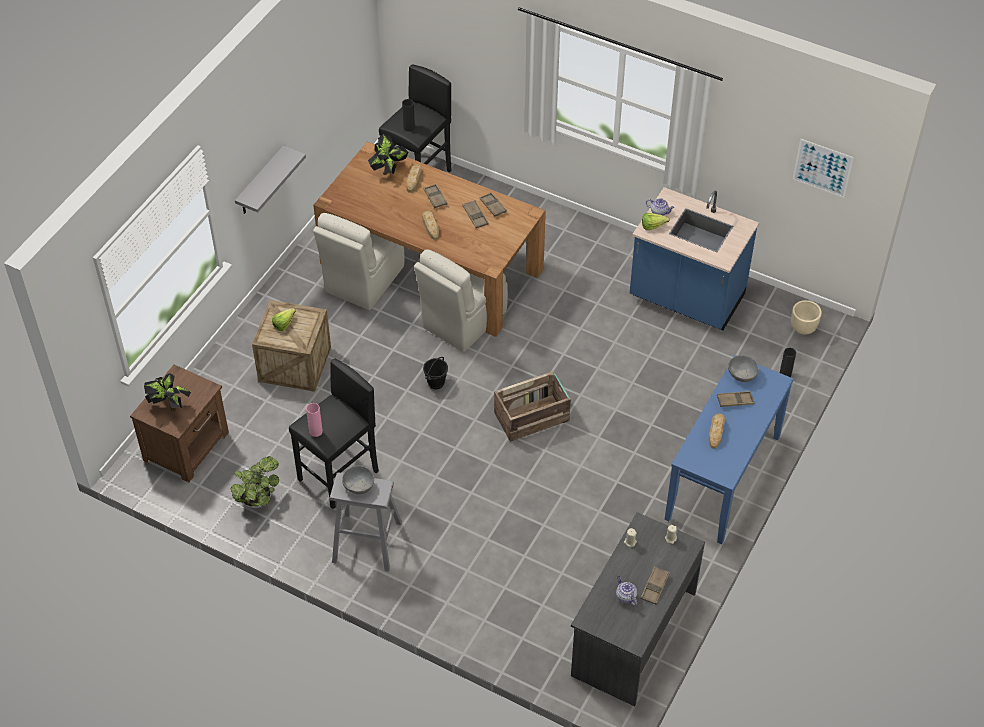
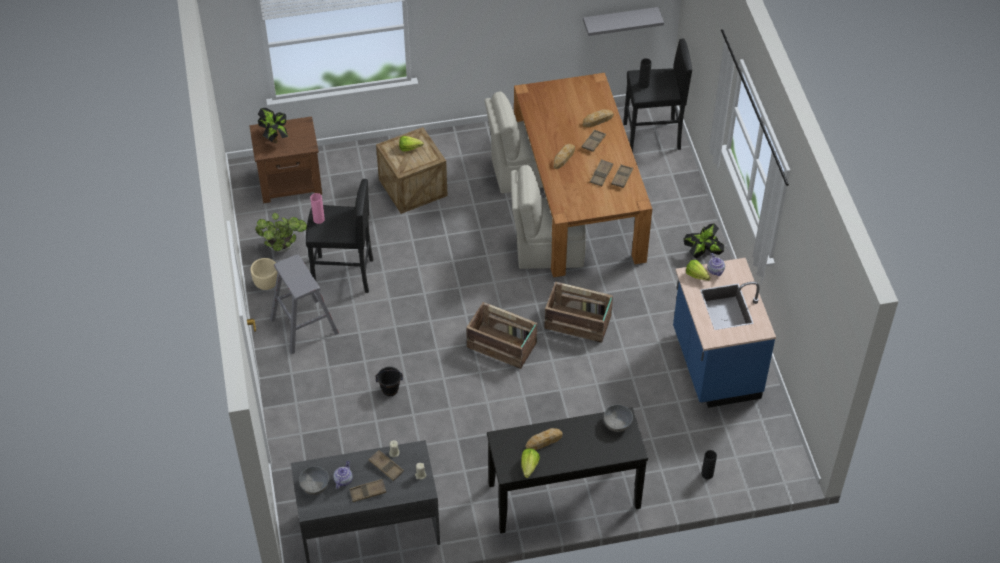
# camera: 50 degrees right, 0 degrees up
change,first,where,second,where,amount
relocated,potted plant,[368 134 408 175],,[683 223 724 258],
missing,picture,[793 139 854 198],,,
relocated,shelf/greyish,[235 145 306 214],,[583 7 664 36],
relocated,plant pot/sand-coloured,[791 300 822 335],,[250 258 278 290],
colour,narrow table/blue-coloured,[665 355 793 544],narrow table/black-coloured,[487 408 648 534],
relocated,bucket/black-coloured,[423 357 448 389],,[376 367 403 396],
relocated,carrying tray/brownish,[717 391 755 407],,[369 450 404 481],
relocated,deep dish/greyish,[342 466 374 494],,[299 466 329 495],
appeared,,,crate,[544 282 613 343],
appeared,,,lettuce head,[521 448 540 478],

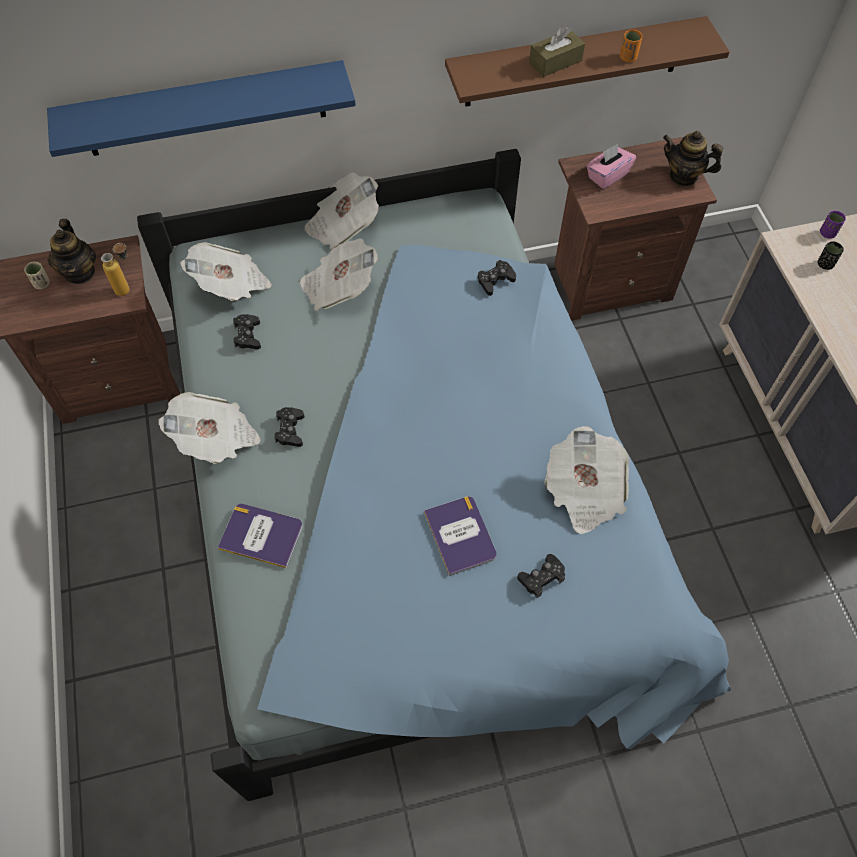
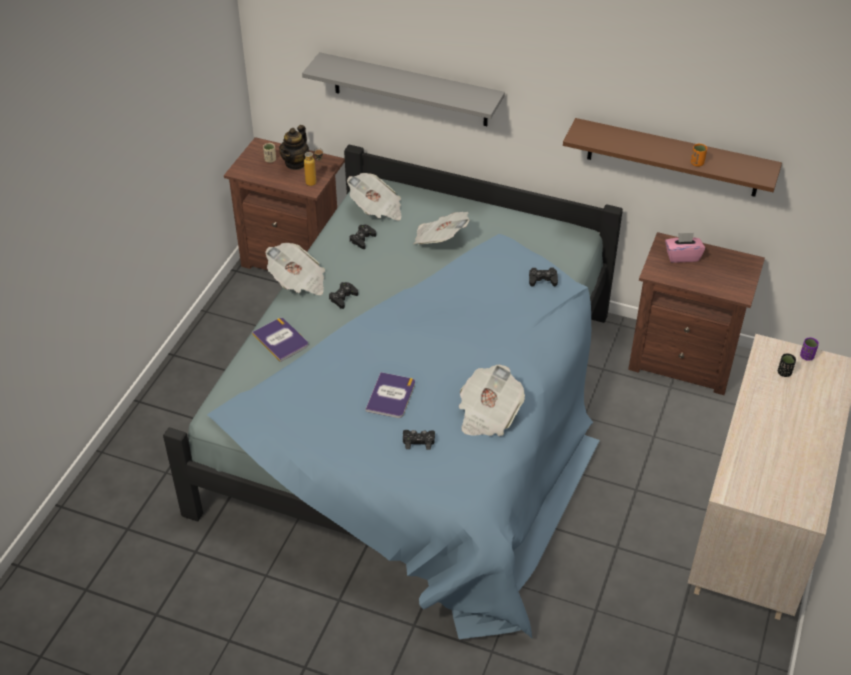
# camera: 35 degrees right, 15 degrees down
change,first,where,second,where,amount
missing,box of tissues/brownish,[529 26 585 77],,,
colour,shelf/blue-coloured,[47 60 356 157],shelf/greyish,[302 52 505 126],
missing,tea pot,[663 131 723 186],,,
missing,newspaper,[305 173 379 249],,,

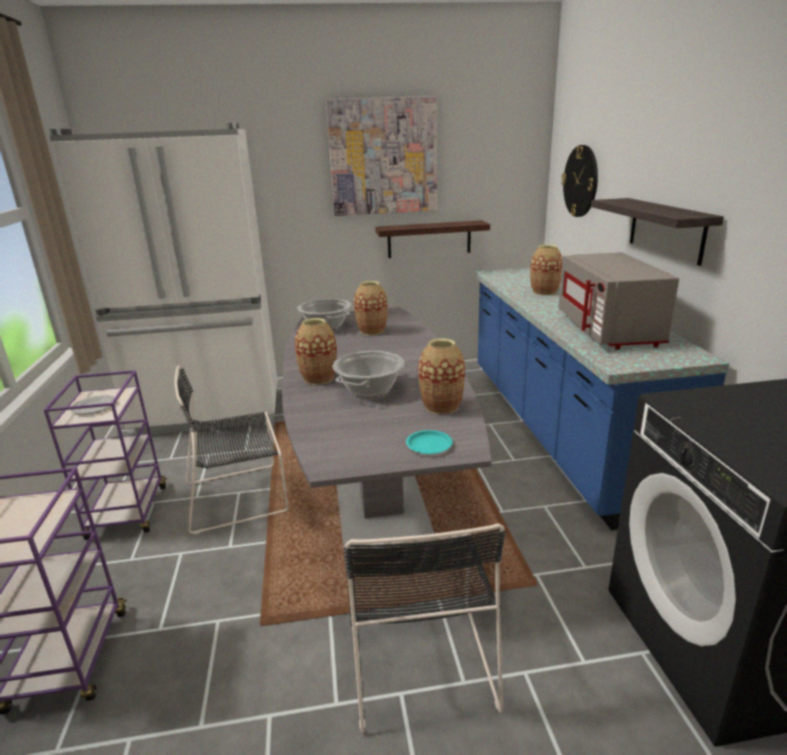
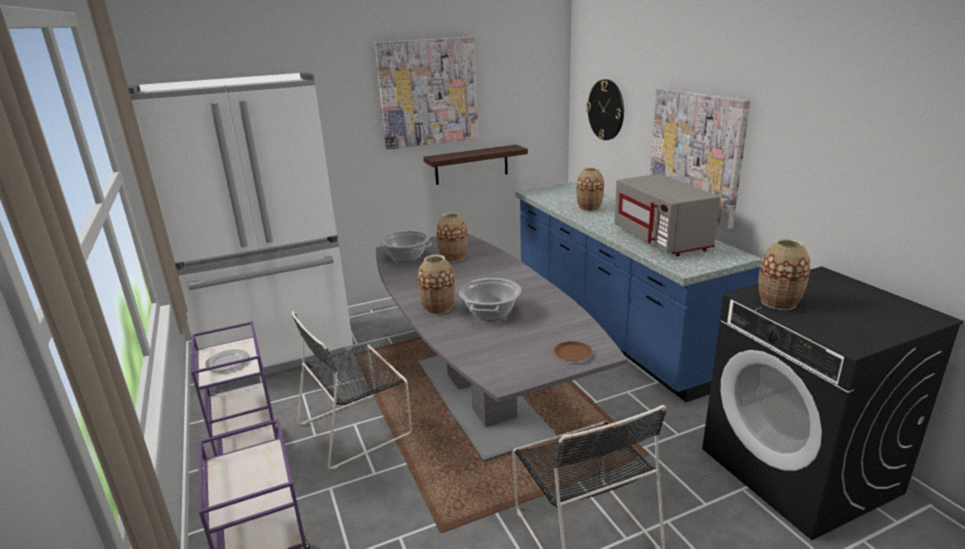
# camera: 15 degrees left, 0 degrees up
change,first,where,second,where,amount
exchanged,shelf,[591 198 724 266],picture,[650 88 751 229],
relocated,vase,[418 338 465 414],,[759 238 811 310],
colour,dinner plate/turquoise-coloured,[406 430 453 454],dinner plate/brownish,[554 341 592 361],

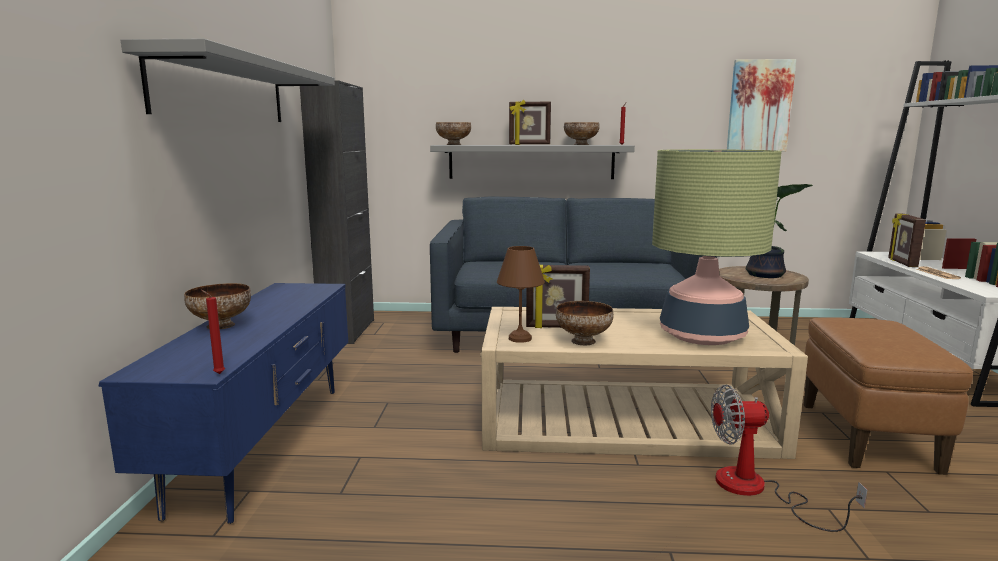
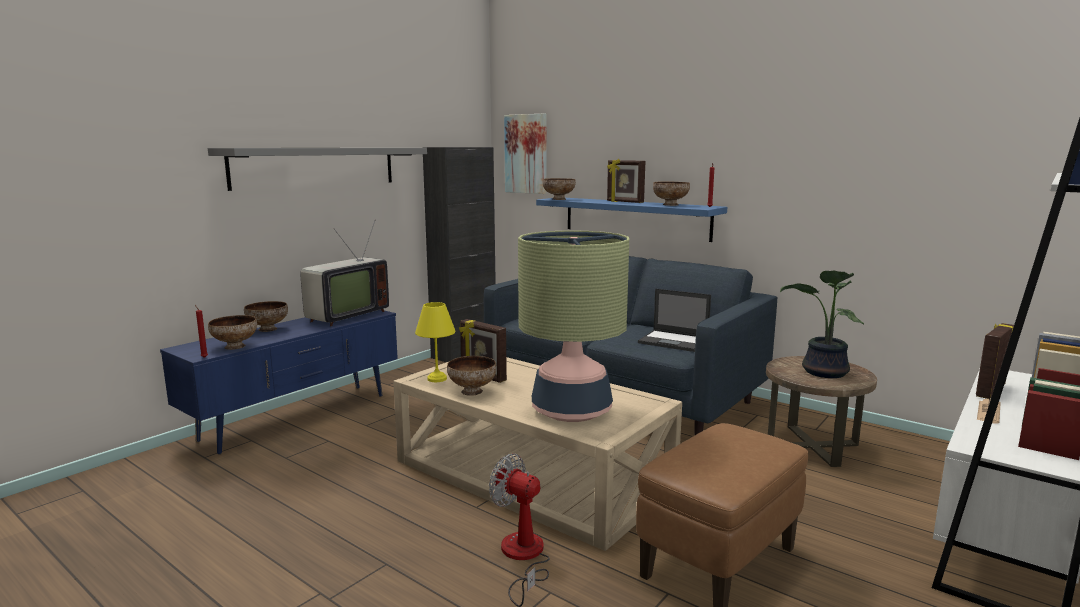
# camera: 35 degrees right, 0 degrees up
change,first,where,second,where,amount
relocated,picture,[727 59 796 152],,[504 114 547 194],
colour,shelf/greyish,[430 145 635 179],shelf/blue-coloured,[536 198 727 242],
colour,tabletop lamp/brownish,[497 246 545 343],tabletop lamp/yellowish,[415 302 456 382],
appeared,,,television,[300 221 389 327],
appeared,,,laptop,[638 289 711 352],
appeared,,,deep dish,[208 315 257 350],

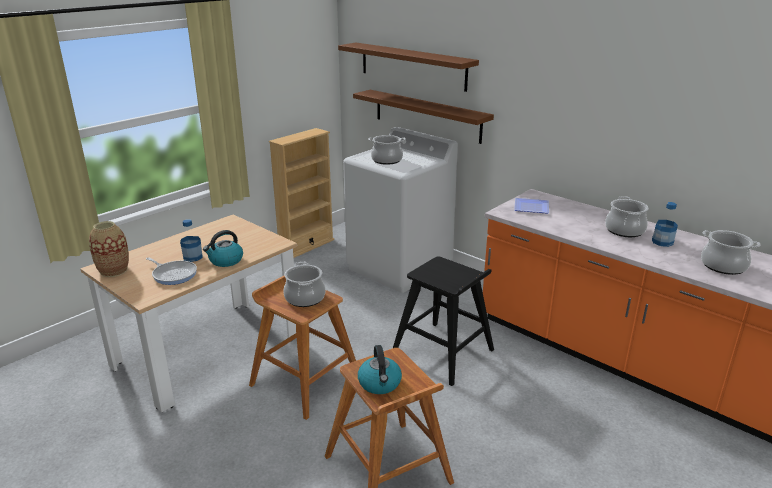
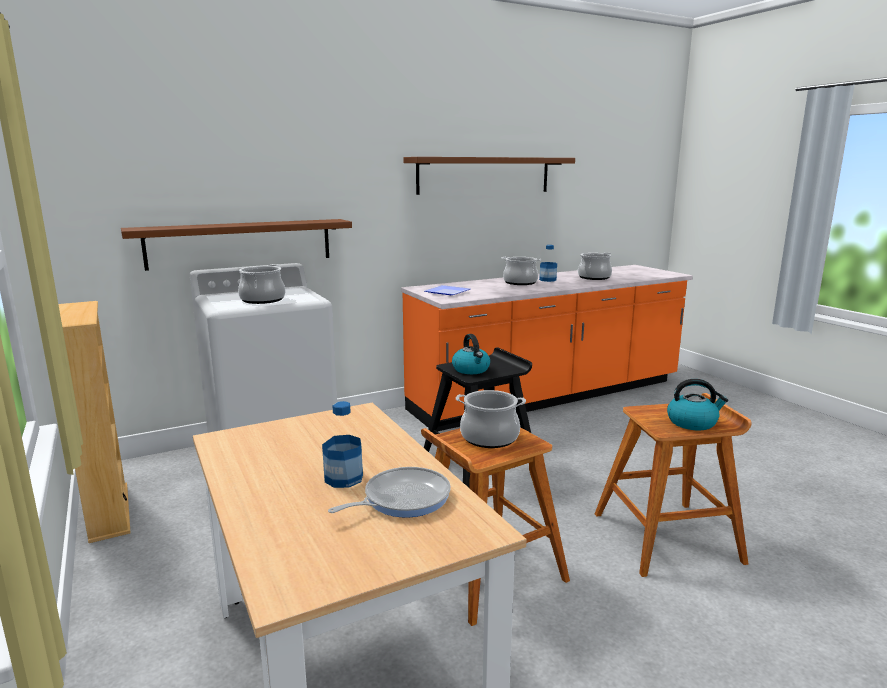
# camera: 70 degrees left, 10 degrees down
change,first,where,second,where,amount
relocated,shelf/brownish,[338 43 479 92],,[403 157 575 195],
missing,vase,[89 221 129 277],,,
relocated,water kettle,[203 230 243 267],,[452 334 490 374],

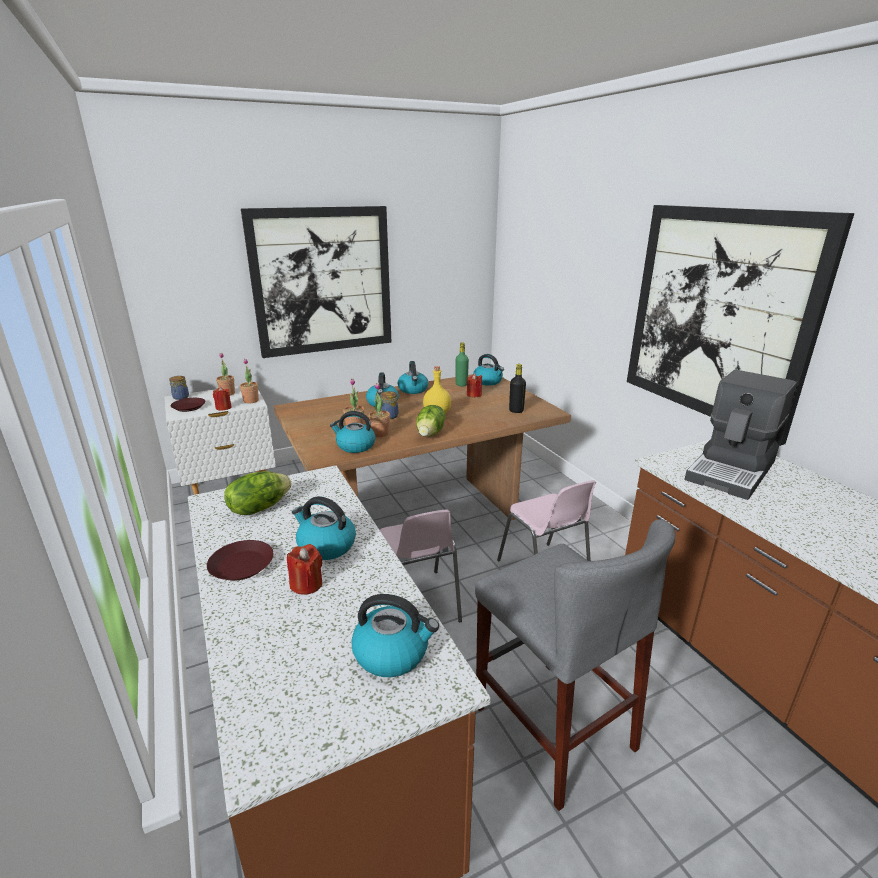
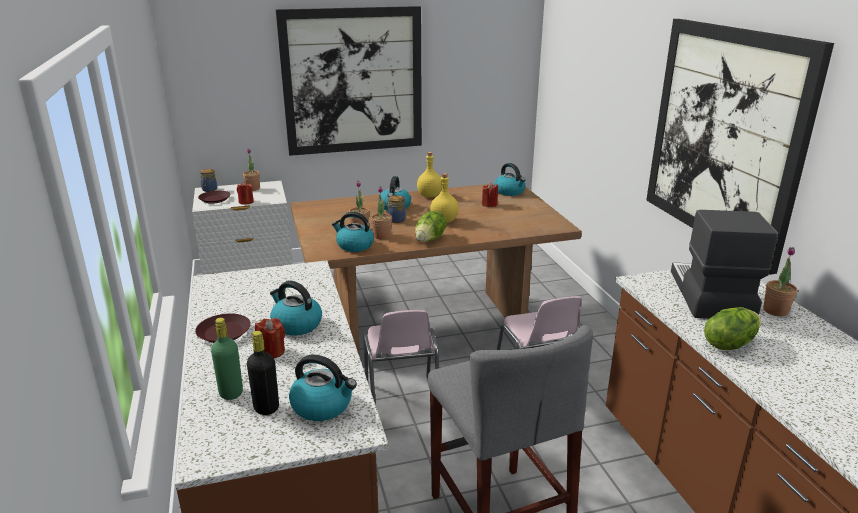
# camera: 10 degrees right, 0 degrees up
change,first,where,second,where,amount
relocated,drink bottle/green-coloured,[456 342 469 387],,[211 318 243 400],
relocated,potted plant,[240 359 259 403],,[763 247 797 317],
exchanged,water kettle,[398 361 428 394],drink bottle/yellowish,[417 152 442 198],
relocated,drink bottle/black-coloured,[509 364 526 413],,[247 331 279 415],
spun,coffee machine,[684 370 797 500],,[671 210 778 319],135 degrees clockwise
relocated,lettuce head,[224 471 292 515],,[704 307 761 350],

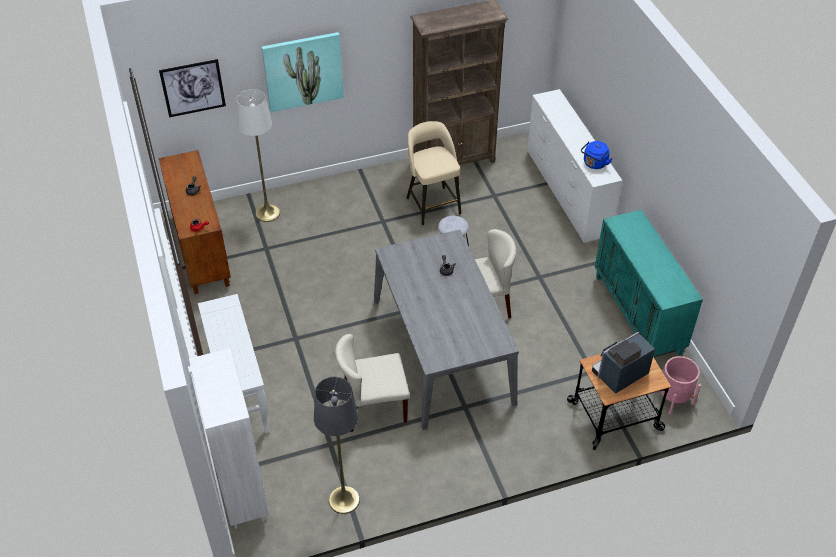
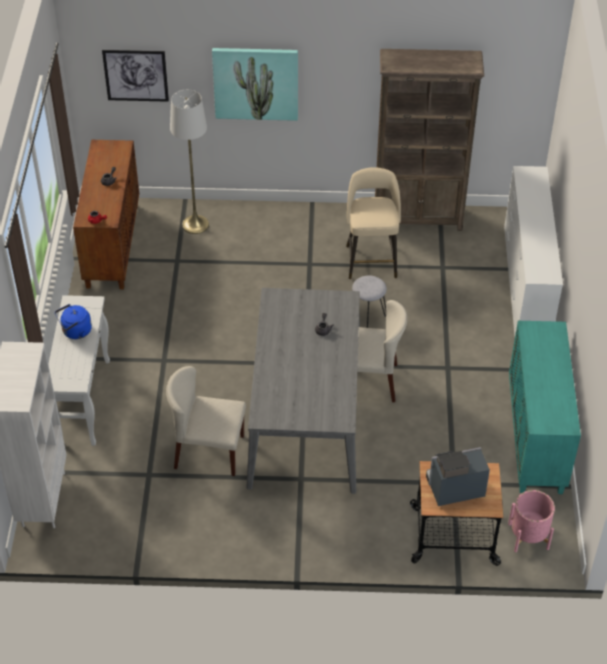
# camera: 20 degrees right, 0 degrees up
change,first,where,second,where,amount
relocated,water kettle/blue-coloured,[581 141 612 169],,[55 304 92 339],
missing,standard lamp/greyish,[314 377 360 514],,,

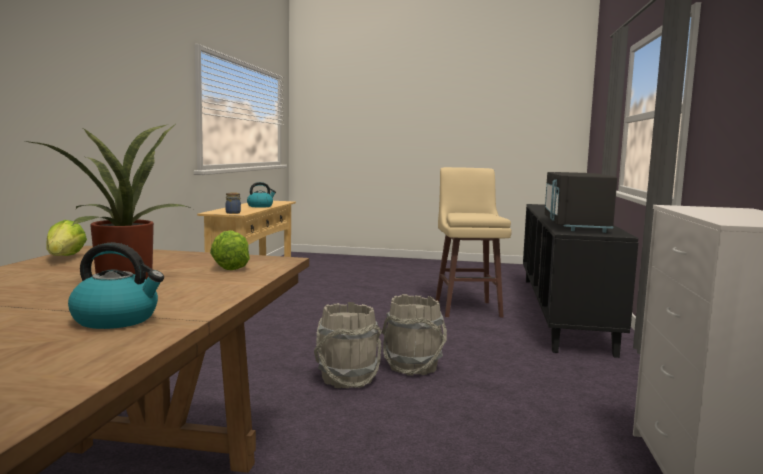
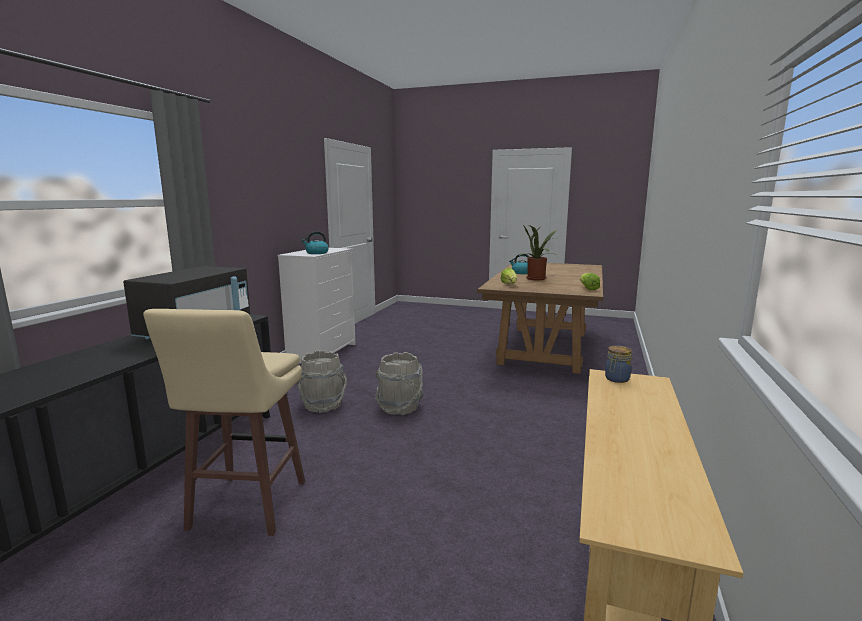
# camera: 170 degrees left, 5 degrees up
change,first,where,second,where,amount
relocated,water kettle,[247 182 276 208],,[302 231 329 254],
relocated,bucket/greyish,[314 302 382 388],,[295 350 347 413],

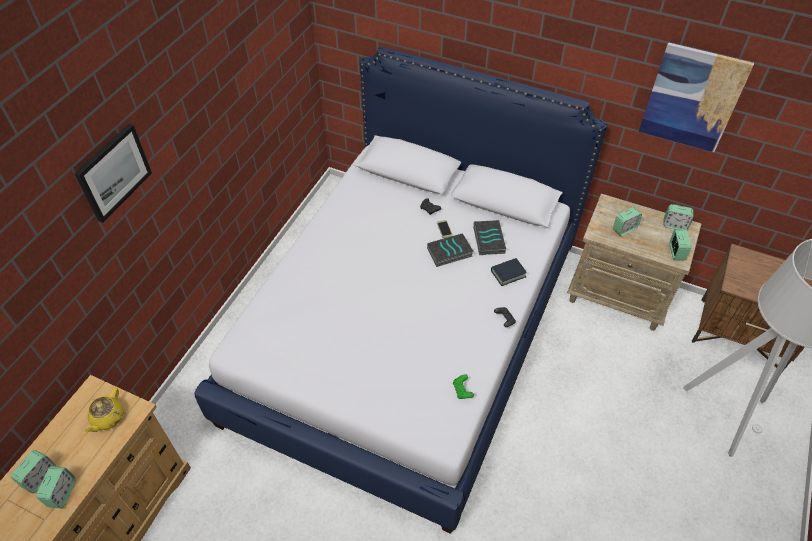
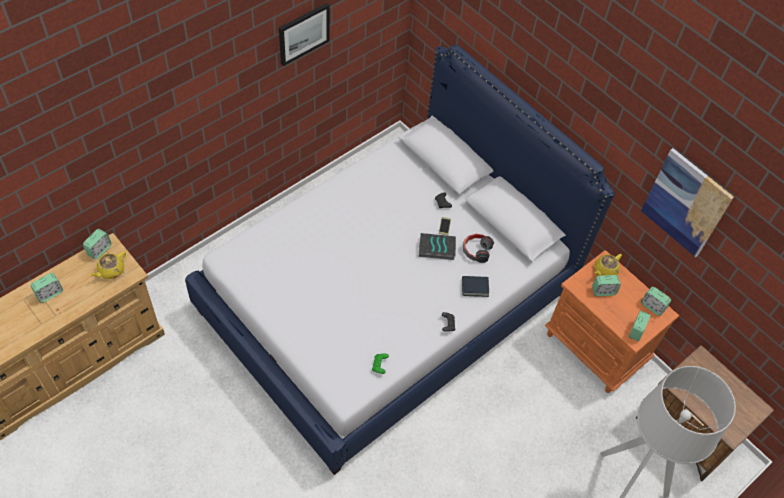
# camera: 20 degrees right, 5 degrees up
change,first,where,second,where,amount
relocated,picture,[75 124 152 223],,[279 3 329 66],
colour,nightstand/sand-coloured,[567 194 701 331],nightstand/orangey,[544 250 679 393],
exchanged,volume,[473 220 506 255],headphones,[463 234 494 263],
relocated,bedside clock,[37 466 76 509],,[83 229 111 260],
appeared,,,tea pot/yellowish,[595 254 622 276],

